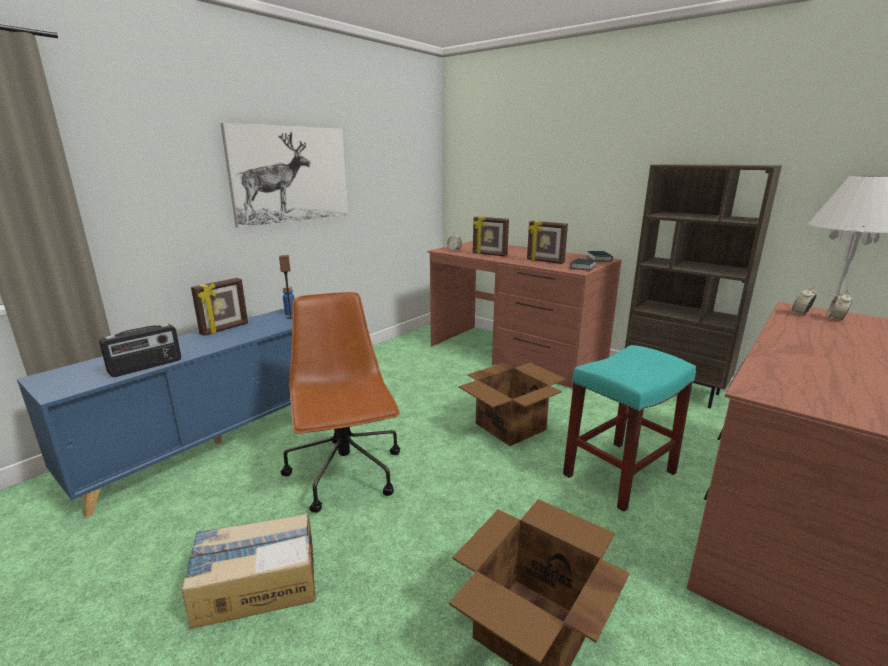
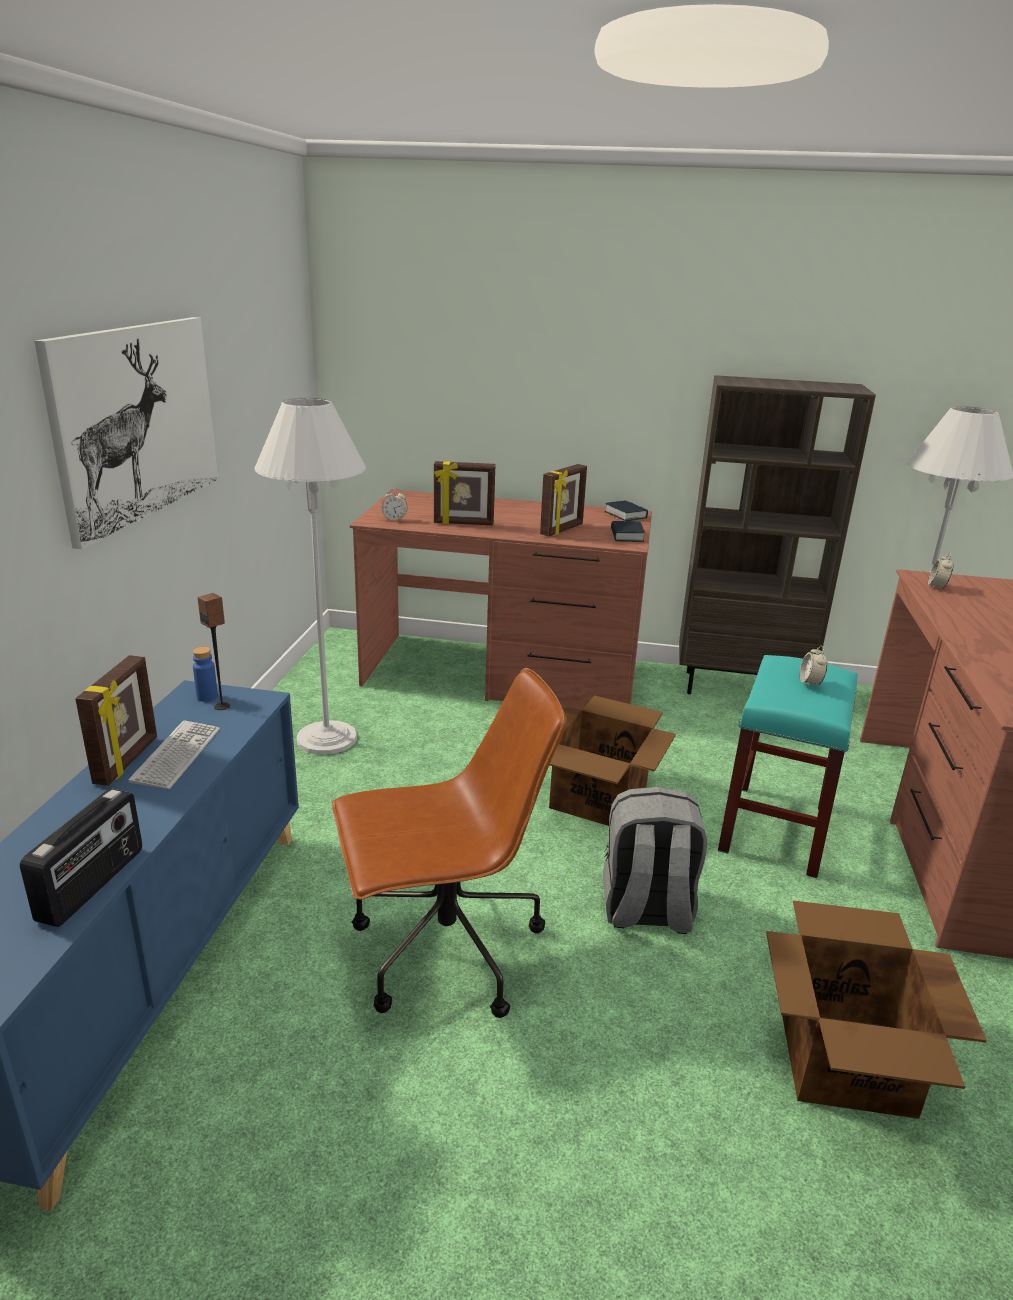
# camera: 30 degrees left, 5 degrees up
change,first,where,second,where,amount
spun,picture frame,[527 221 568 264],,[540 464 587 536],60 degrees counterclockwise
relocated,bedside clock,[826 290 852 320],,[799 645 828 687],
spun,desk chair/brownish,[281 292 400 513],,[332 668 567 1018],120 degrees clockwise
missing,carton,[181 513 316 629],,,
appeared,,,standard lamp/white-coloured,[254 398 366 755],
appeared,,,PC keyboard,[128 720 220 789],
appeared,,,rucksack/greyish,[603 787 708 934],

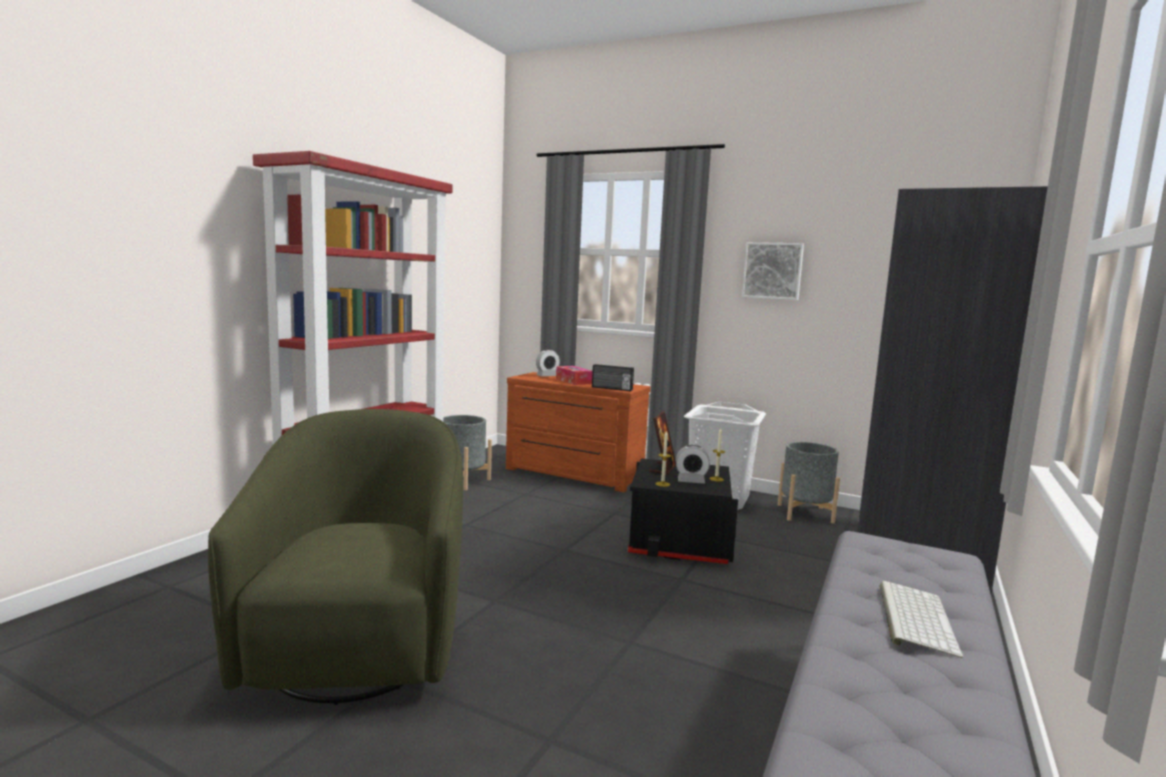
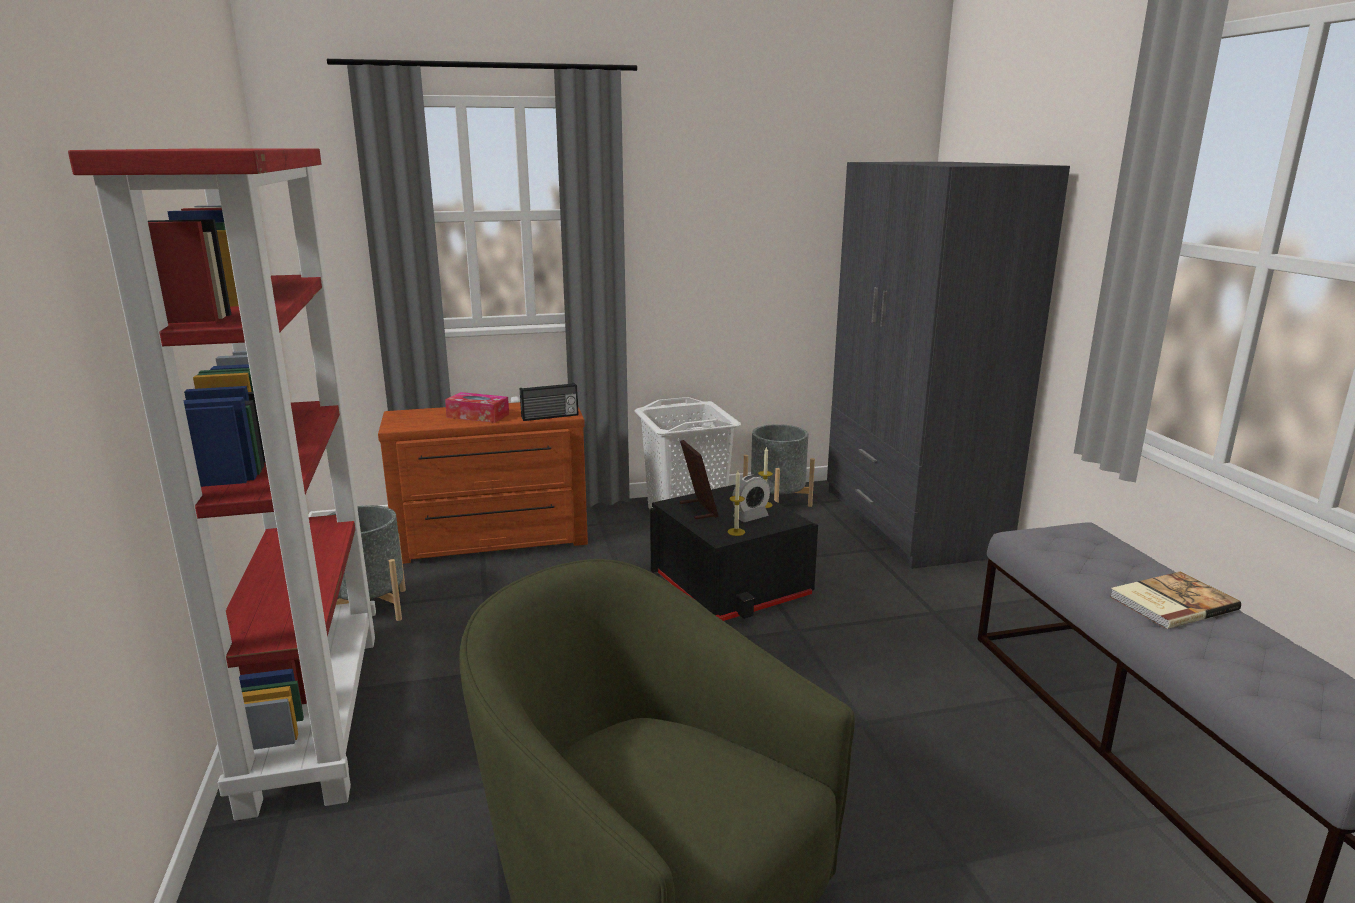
# camera: 40 degrees left, 10 degrees up
change,first,where,second,where,amount
missing,picture,[742 242 804 300],,,
missing,bedside clock,[536 350 560 377],,,
exchanged,PC keyboard,[879 581 963 658],volume,[1110 572 1241 629],

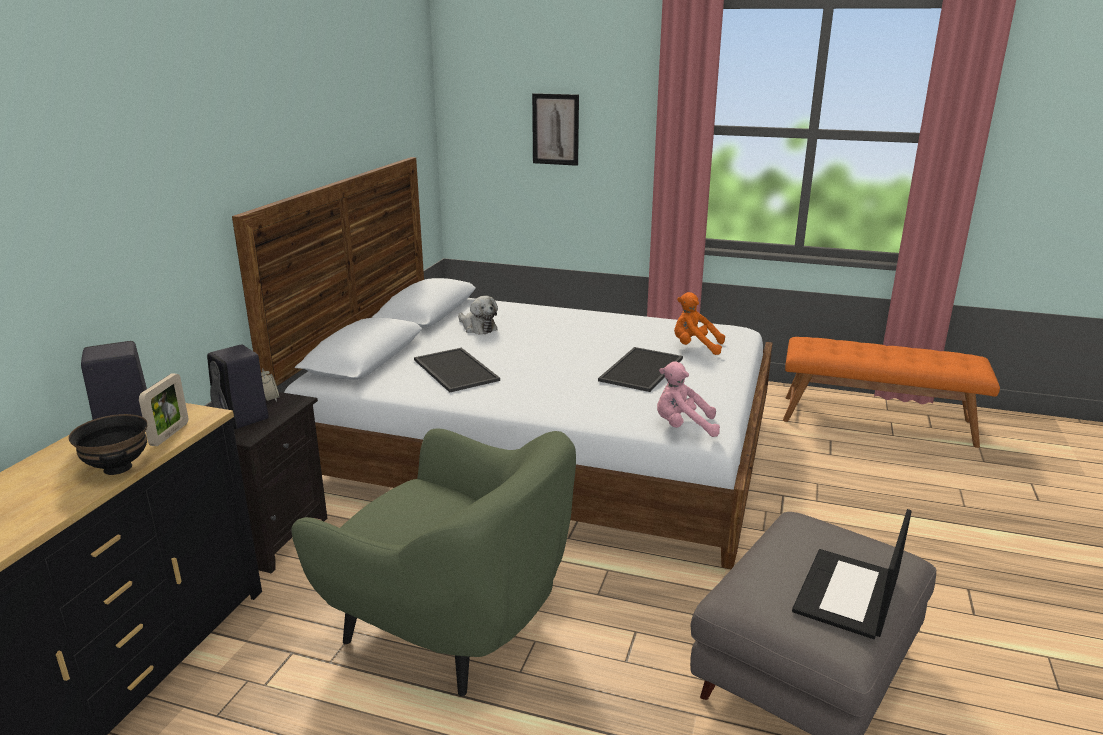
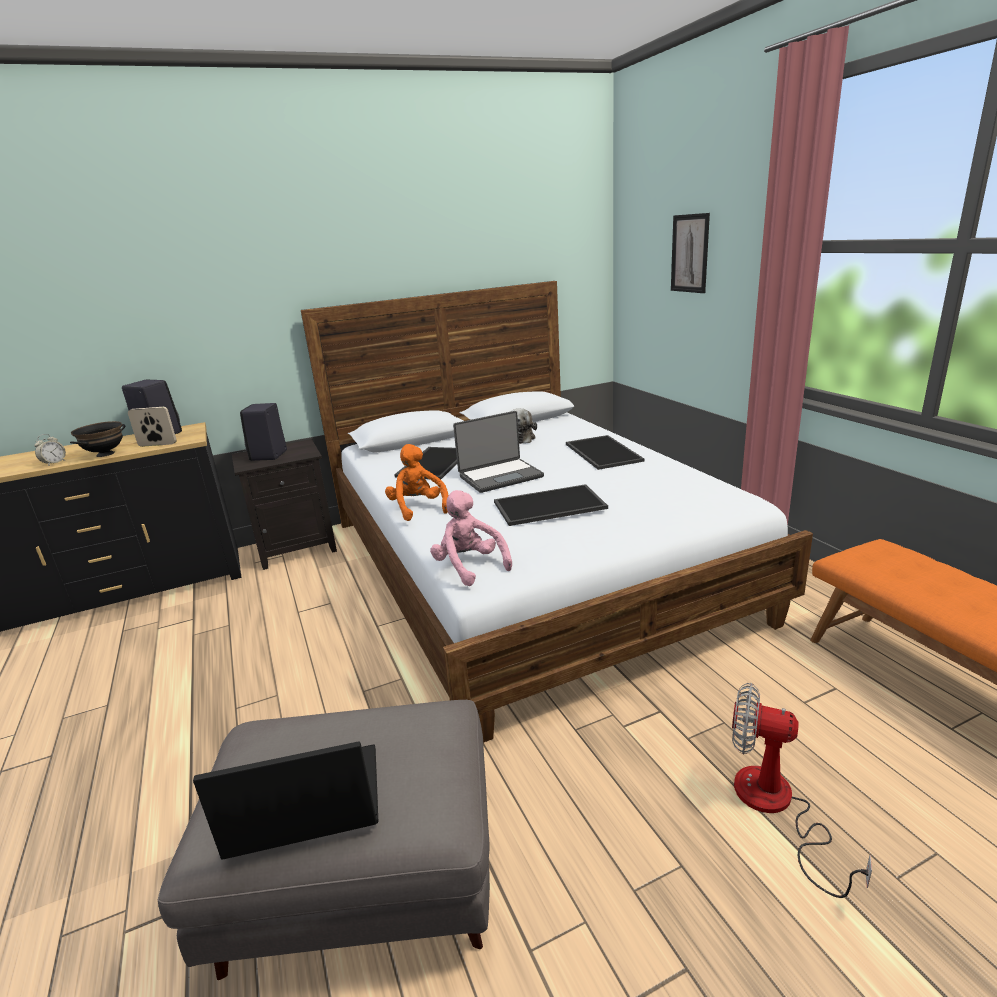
# camera: 50 degrees right, 0 degrees up
change,first,where,second,where,amount
relocated,plush toy/orangey,[674 292 725 355],,[385 444 448 521],
relocated,bedside clock,[261 368 280 402],,[34 434 66 466],
spun,picture frame,[139 373 188 446],,[128 407 177 447],150 degrees counterclockwise
missing,lounge chair/green-coloured,[291 428 576 696],,,
appeared,,,laptop,[453 411 544 493],
appeared,,,carrying tray,[566 435 645 470],
appeared,,,electric fan,[732 683 872 898],

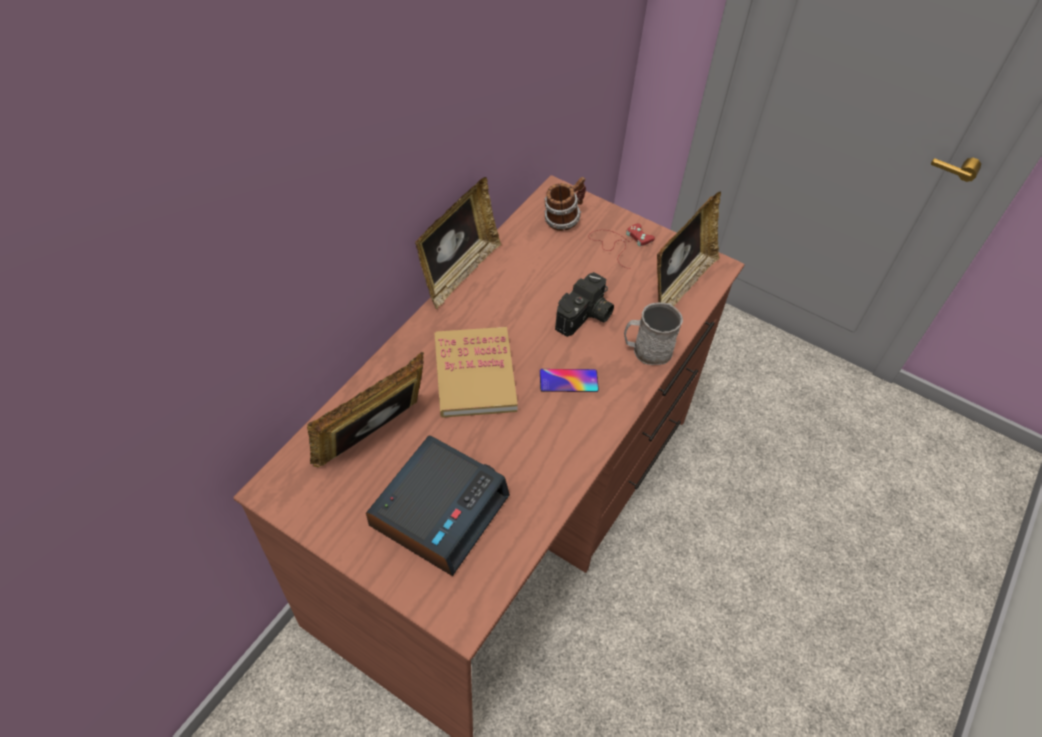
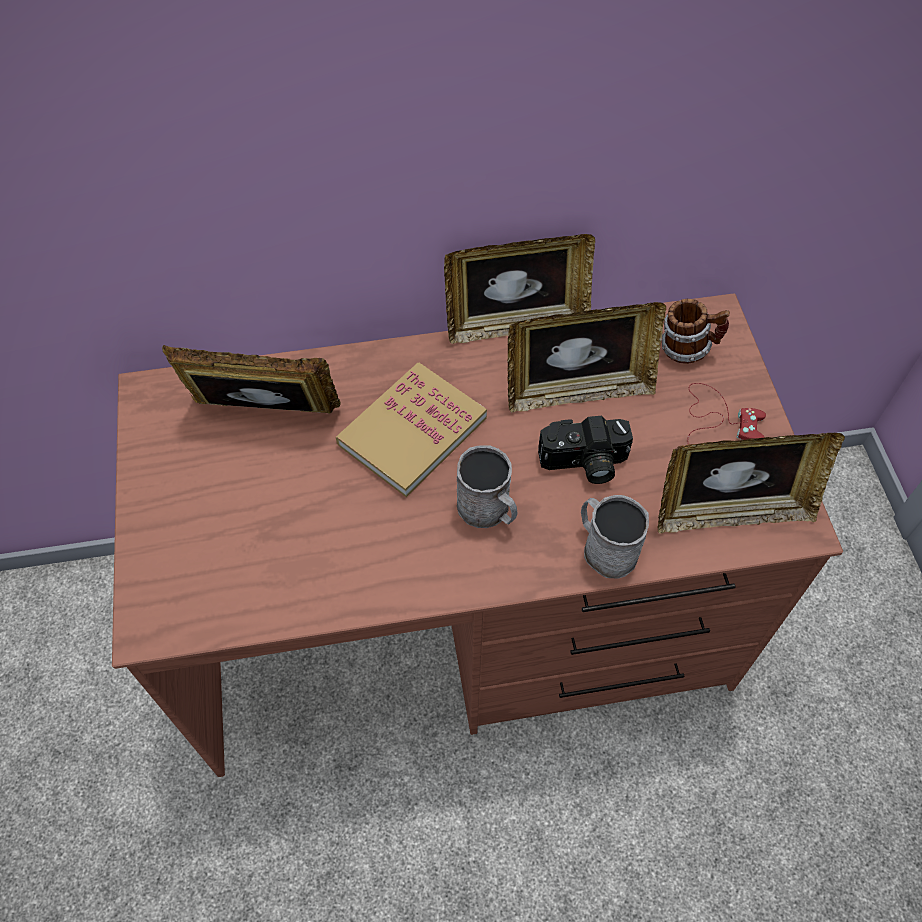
# camera: 50 degrees right, 5 degrees up
change,first,where,second,where,amount
exchanged,handset,[540 369 599 392],tea mug/greyish,[457 445 518 528],
missing,bedside clock,[366 435 510 576],,,
appeared,,,picture frame,[507 302 666 413],

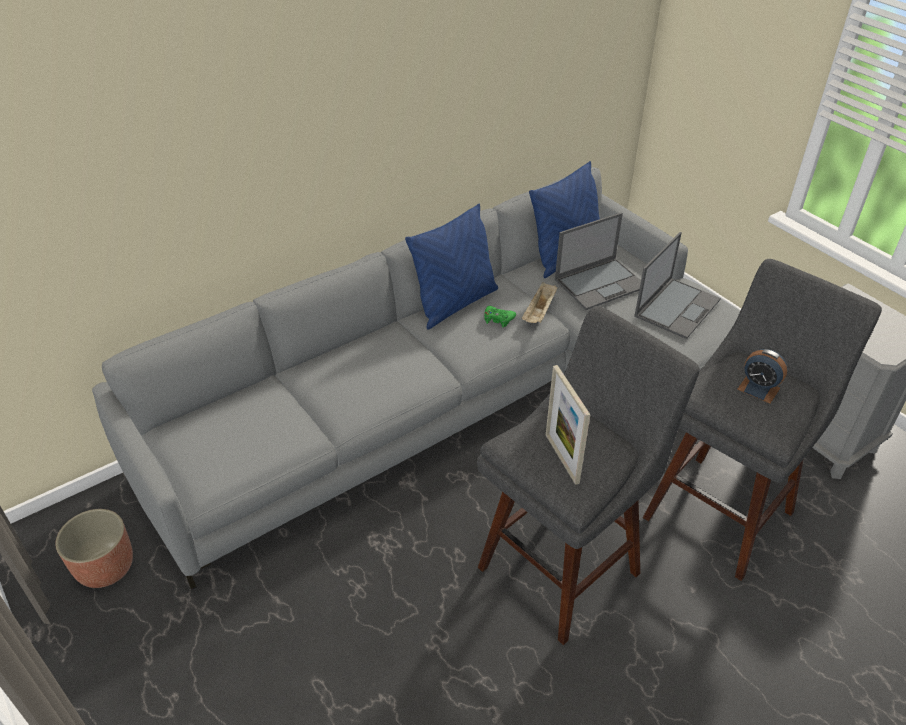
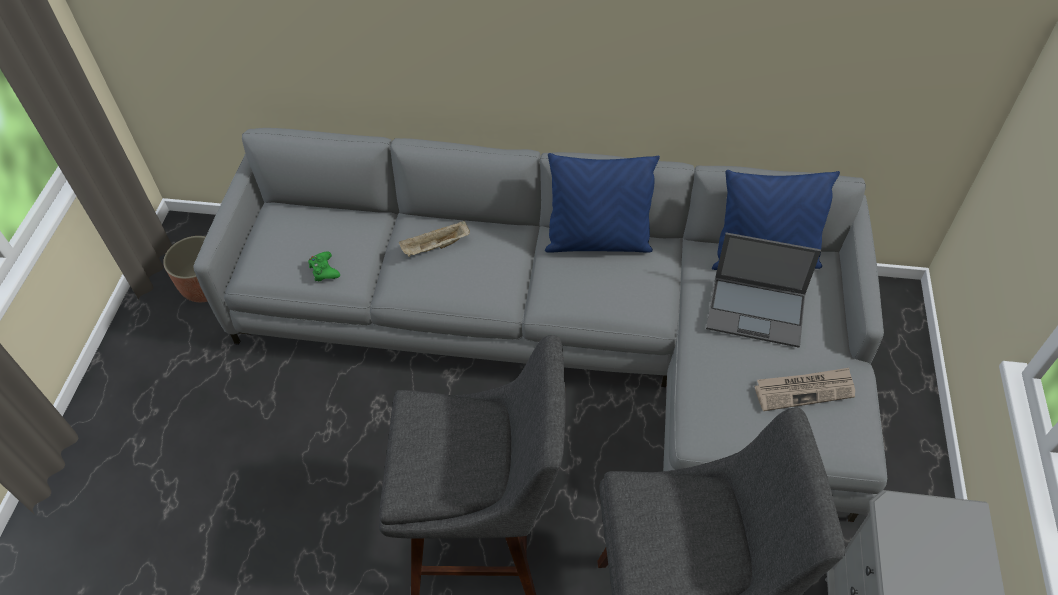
# camera: 45 degrees right, 10 degrees up
change,first,where,second,where,amount
exchanged,laptop,[634 232 721 339],newspaper,[755 368 855 411],
relocated,carrying tray/sand-coloured,[522 282 557 323],,[399 220 470 257],
relocated,game controller/green-coloured,[484 306 516 328],,[308 252 340 282],
missing,bedside clock,[737 349 787 404],,,
missing,picture frame,[546 365 590 485],,,

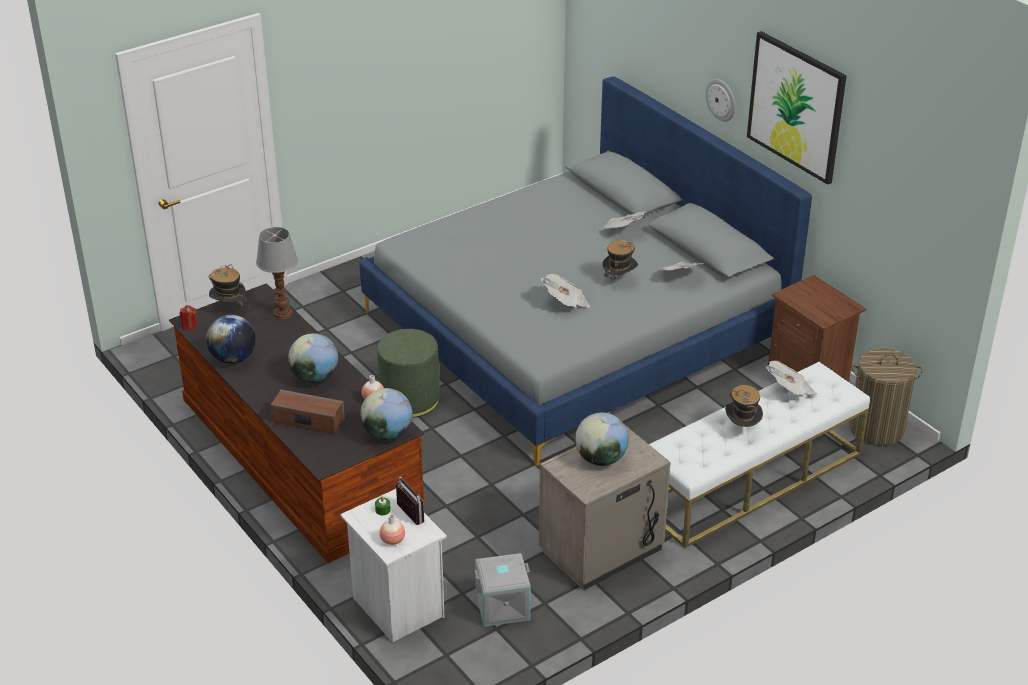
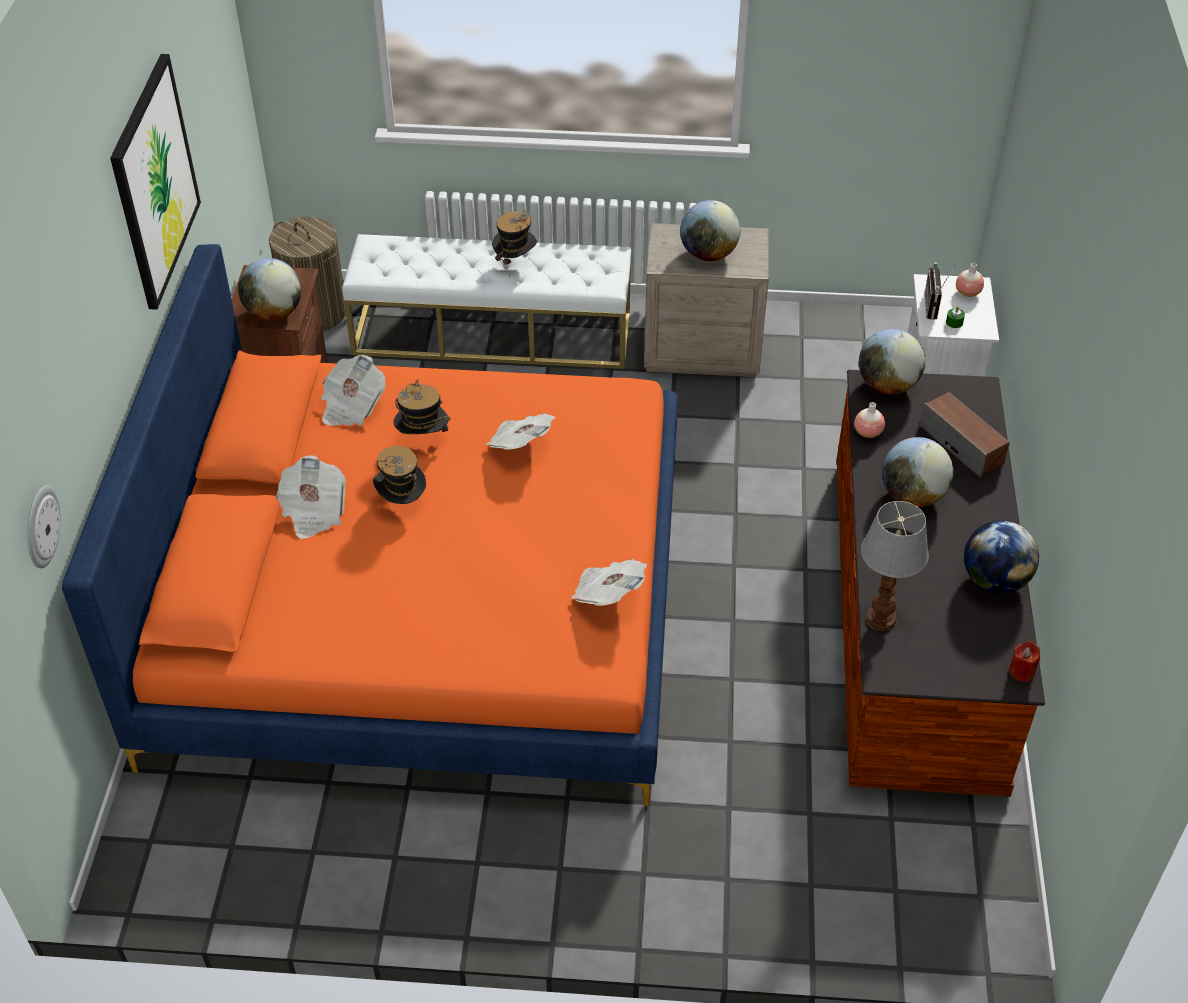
# camera: 140 degrees left, 10 degrees up
change,first,where,second,where,amount
colour,bedroom bed/greyish,[359 77 812 466],bedroom bed/orangey,[62 244 678 806],
relocated,wall clock,[705 79 735 122],,[27 485 61 569],
relocated,clothing hat,[208 264 247 306],,[373 446 426 504],
missing,pouffe/green-coloured,[377 329 440 418],,,
relocated,newspaper,[766 361 817 396],,[571 559 647 606],
missing,storage container/greyish,[475 553 531 627],,,
appeared,,,world globe,[238 258 301 321],

